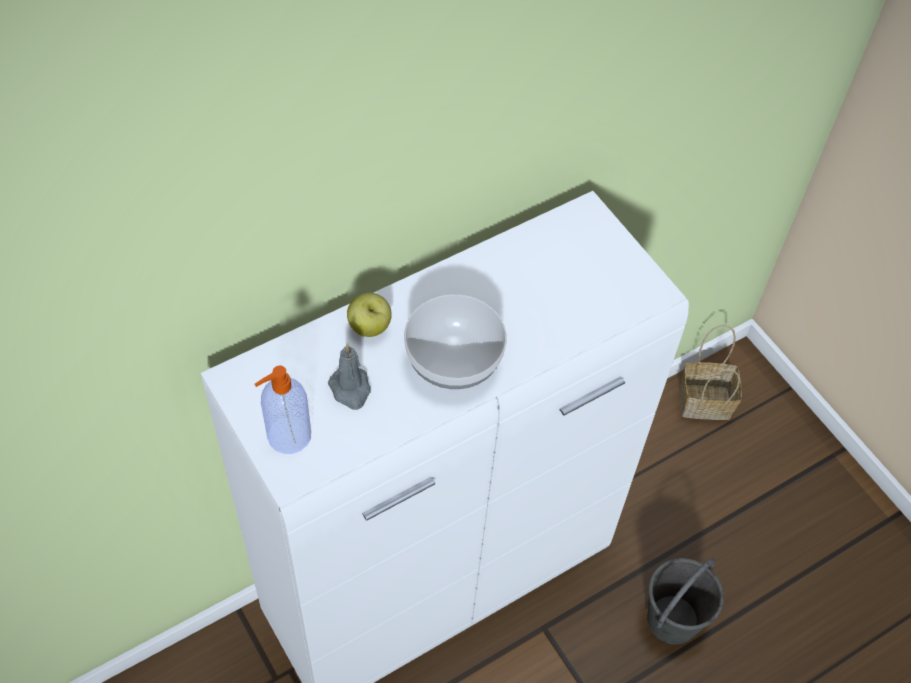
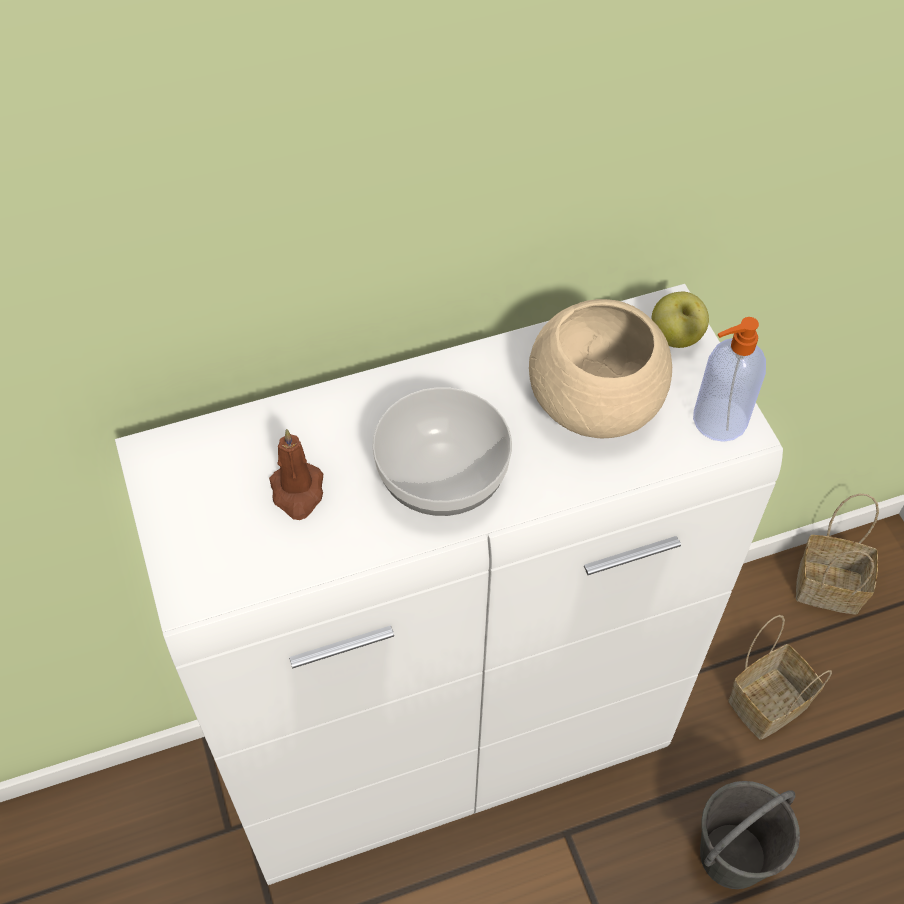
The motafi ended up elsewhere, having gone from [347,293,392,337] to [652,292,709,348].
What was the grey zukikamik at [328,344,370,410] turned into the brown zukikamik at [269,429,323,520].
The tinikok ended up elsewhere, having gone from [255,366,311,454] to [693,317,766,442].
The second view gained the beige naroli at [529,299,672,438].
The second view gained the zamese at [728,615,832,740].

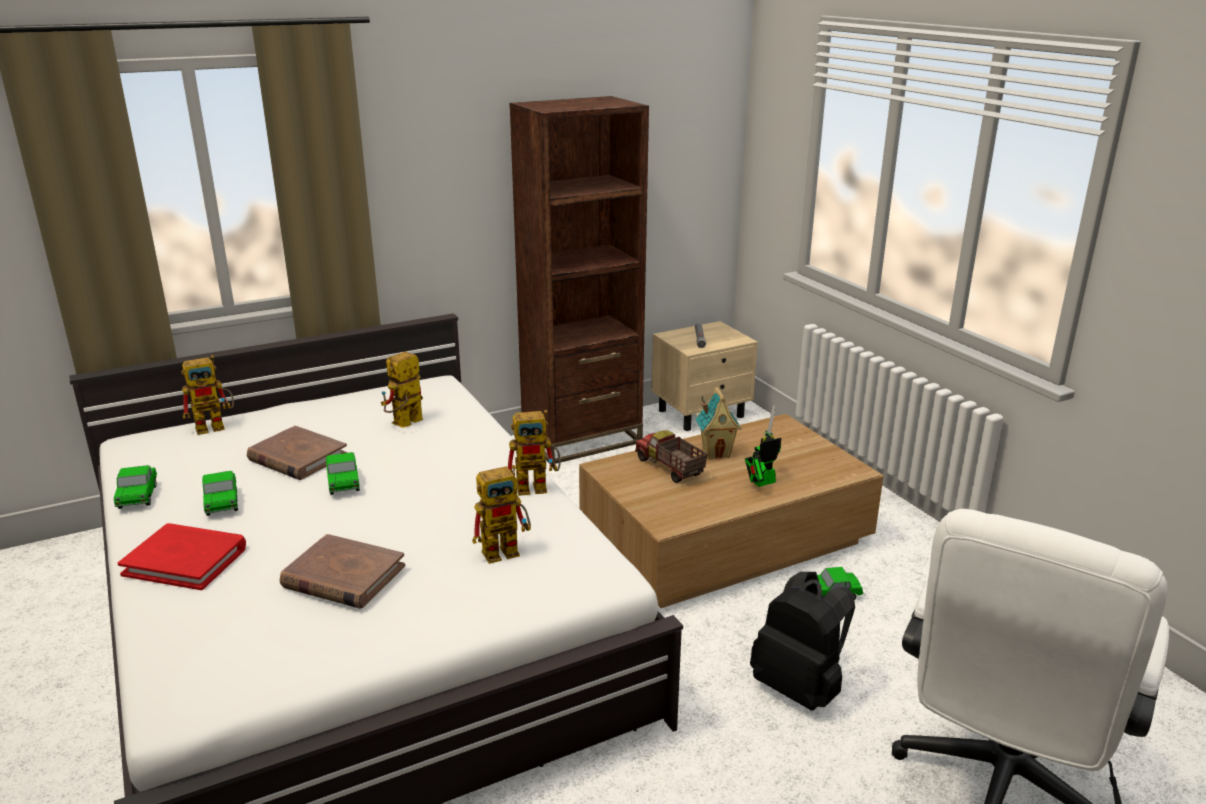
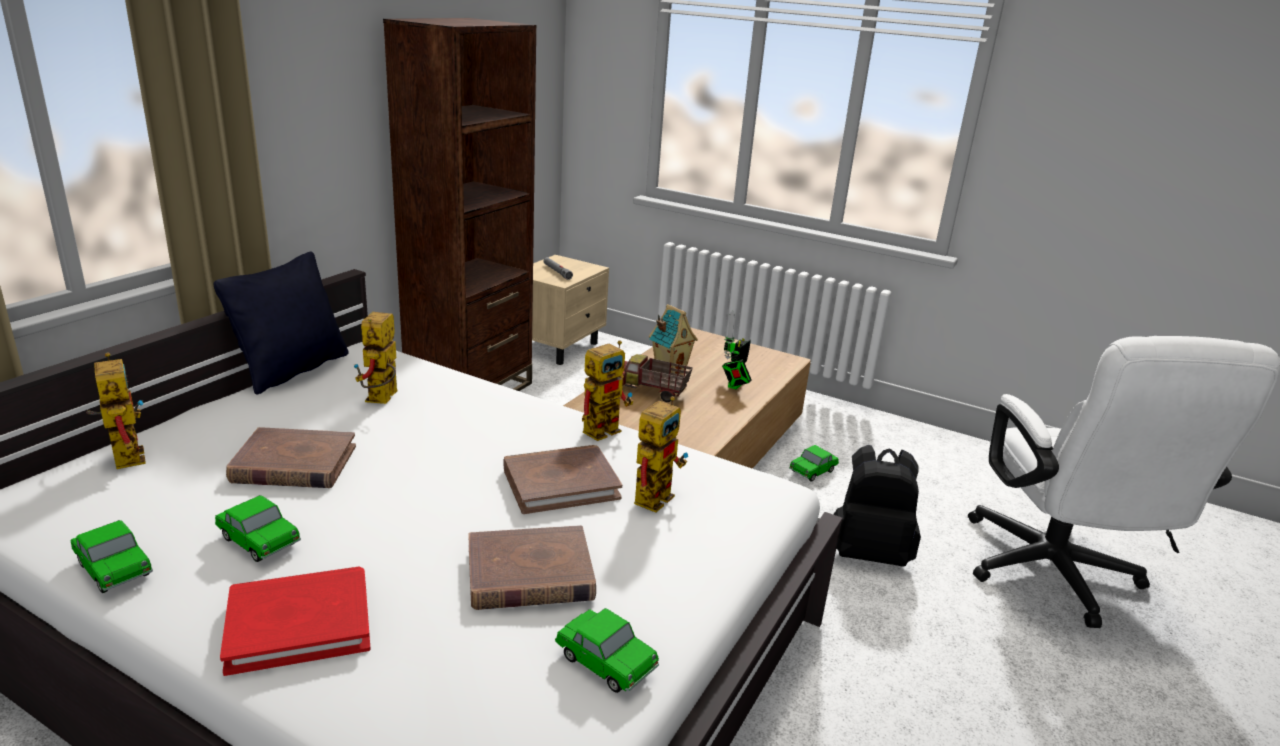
The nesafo at [181,355,234,435] ended up facing another way, 60 degrees counterclockwise from before.
The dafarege ended up elsewhere, having gone from [326,452,360,495] to [555,608,659,693].
The second view gained the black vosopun at [214,252,349,395].
The second view gained the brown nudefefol at [503,445,622,514].

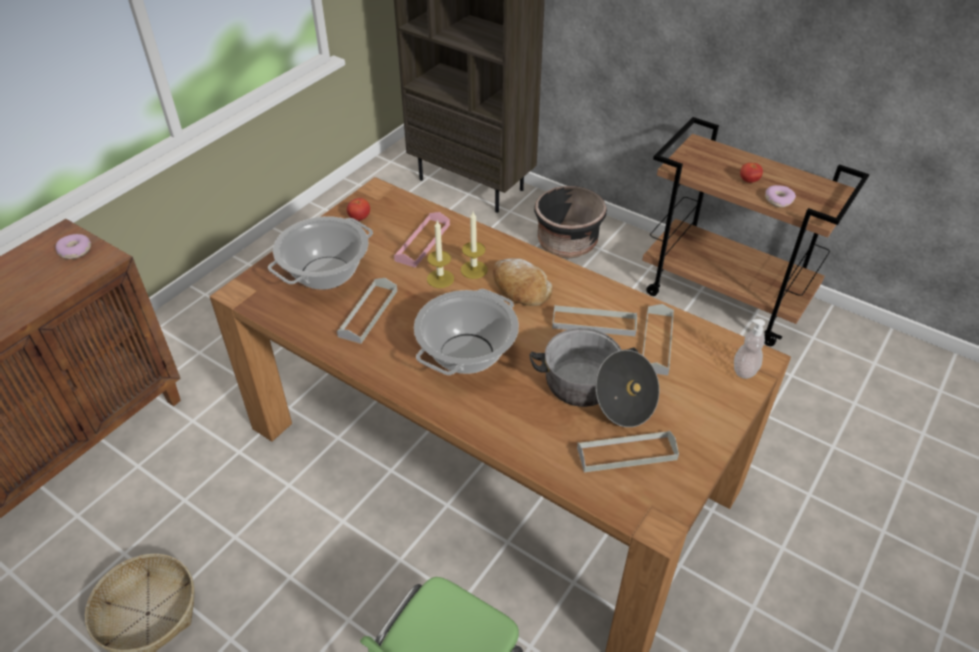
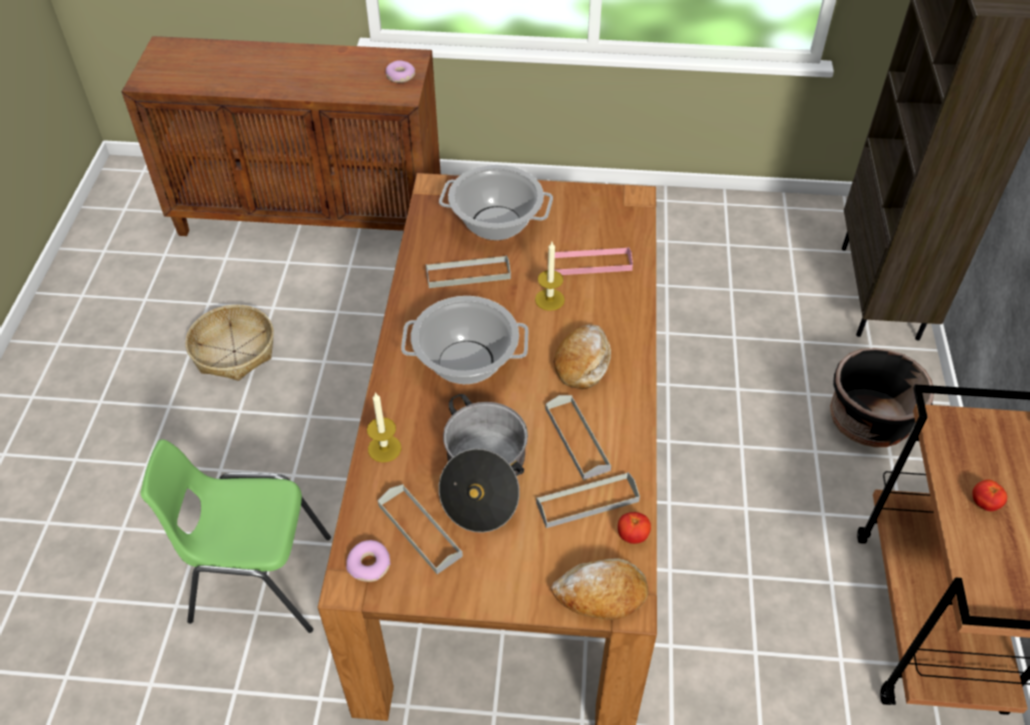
The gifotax ended up elsewhere, having gone from [765,185,796,208] to [346,540,391,582].
The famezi ended up elsewhere, having gone from [347,198,370,221] to [618,512,651,544].
The zukikamik ended up elsewhere, having gone from [461,212,488,279] to [367,392,401,462].
Where the tinikok stood at [734,319,765,379], the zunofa came to stand at [551,558,648,620].

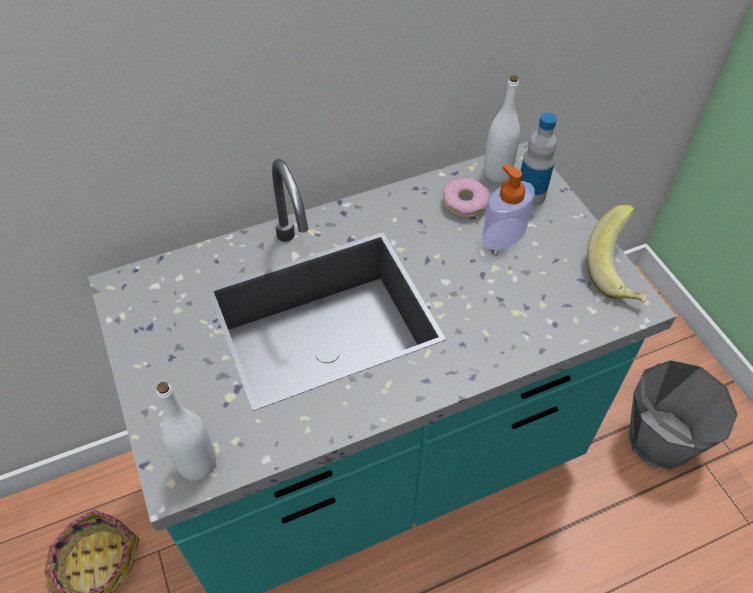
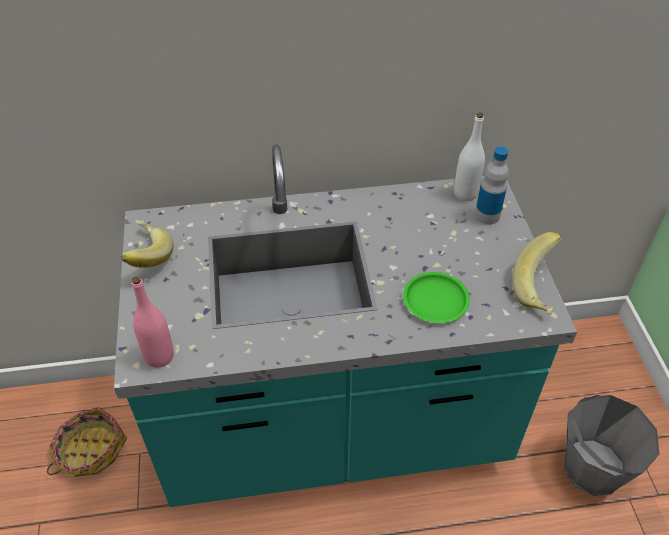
The second view lost the tinikok at [482,164,535,250].
The second view lost the gifotax at [443,178,490,218].
What was the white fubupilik at [157,382,216,481] turned into the pink fubupilik at [132,276,174,368].
The second view gained the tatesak at [121,220,174,268].
The second view gained the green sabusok at [403,272,470,323].

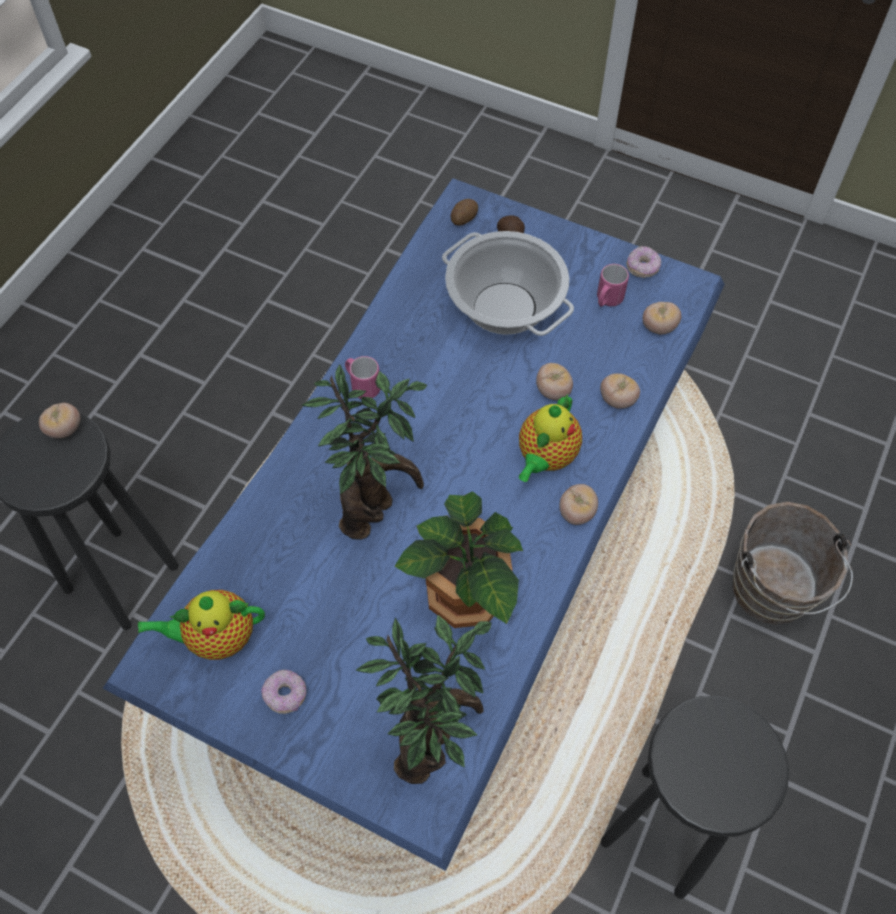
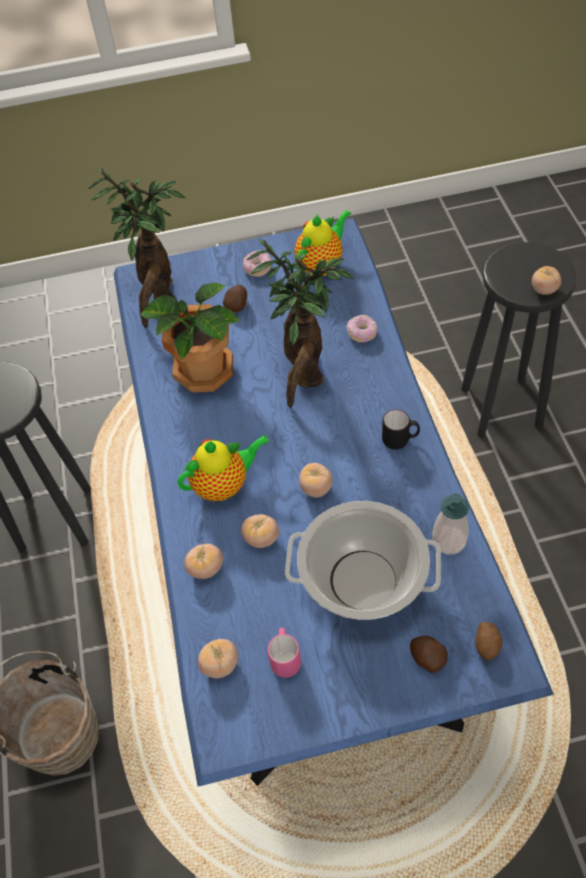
The gifotax ended up elsewhere, having gone from [626,246,661,278] to [347,315,378,343].
What was the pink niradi at [345,356,380,399] turned into the black niradi at [382,410,420,449].
The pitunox at [519,394,582,482] ended up facing another way, 75 degrees clockwise from before.
The famezi ended up elsewhere, having gone from [559,484,598,525] to [299,463,333,498].
The second view gained the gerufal at [223,285,247,312].
The second view gained the tinikok at [432,493,469,554].

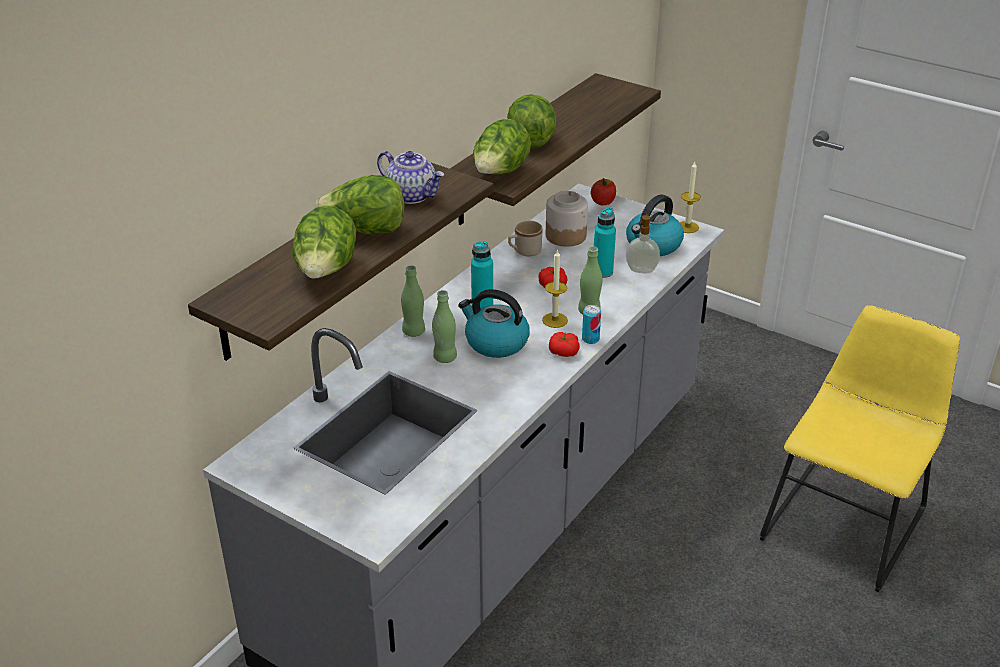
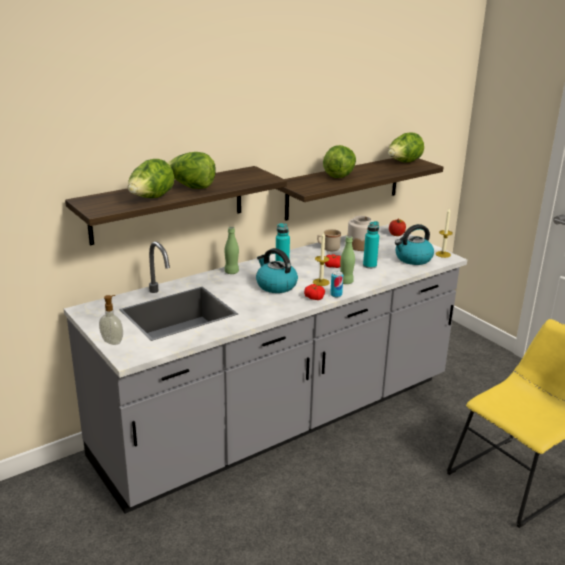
The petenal ended up elsewhere, having gone from [473,119,531,175] to [388,132,424,162].
The second view lost the pitunox at [377,151,444,204].
The tinikok ended up elsewhere, having gone from [626,214,660,273] to [99,295,123,345].
The second view lost the green fubupilik at [432,290,457,363].

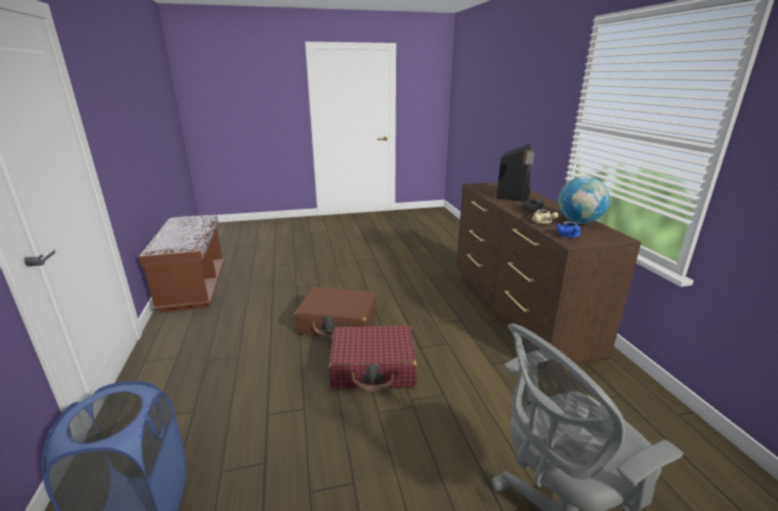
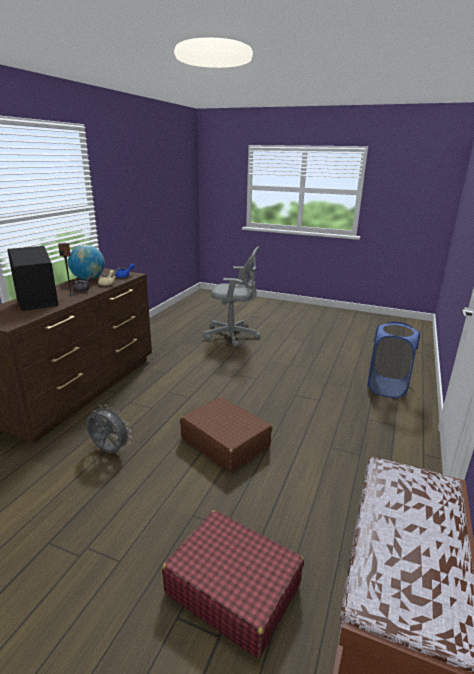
The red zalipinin ended up elsewhere, having gone from [329,326,417,392] to [162,510,304,658].
The second view gained the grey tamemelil at [86,405,132,453].

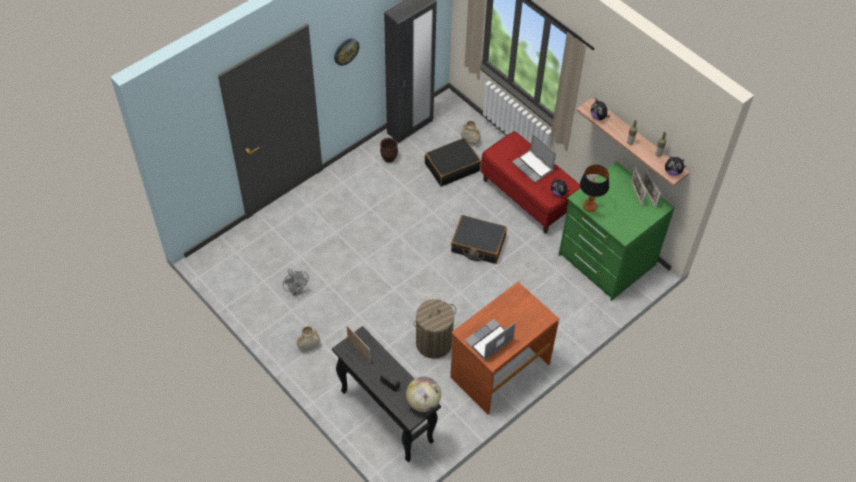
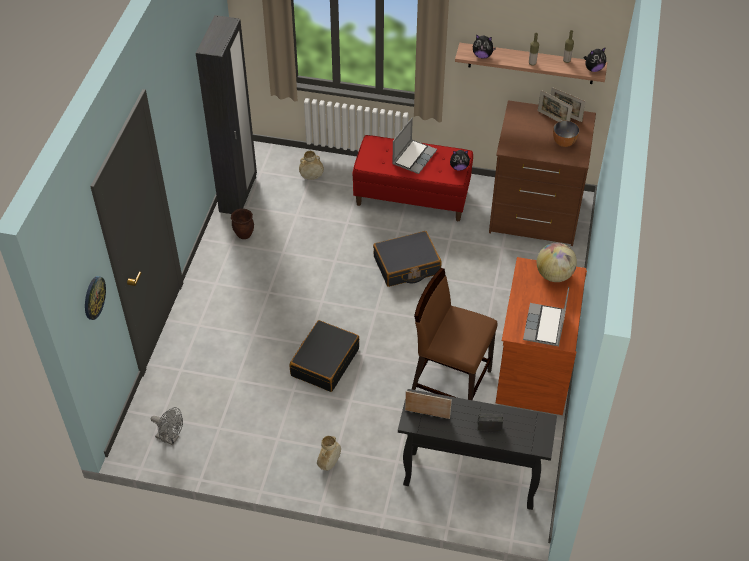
The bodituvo ended up elsewhere, having gone from [334,38,359,66] to [85,276,106,320].
The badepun at [512,133,556,183] ended up facing another way, 75 degrees counterclockwise from before.
The black zalipinin ended up elsewhere, having gone from [425,138,481,186] to [290,320,359,392].
What was the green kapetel at [558,161,675,301] turned into the brown kapetel at [489,100,596,246].
The second view lost the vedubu at [580,165,609,212].
The grey tamemelil ended up elsewhere, having gone from [283,269,309,296] to [151,407,183,445].
Where the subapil stood at [413,299,456,359], the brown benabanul came to stand at [412,268,498,400].
The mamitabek ended up elsewhere, having gone from [406,376,441,412] to [537,243,577,282].
The second view gained the naroli at [553,121,580,147].

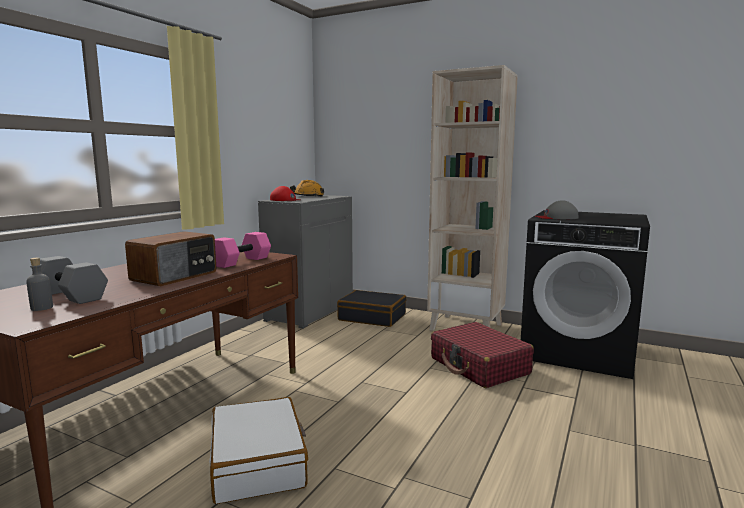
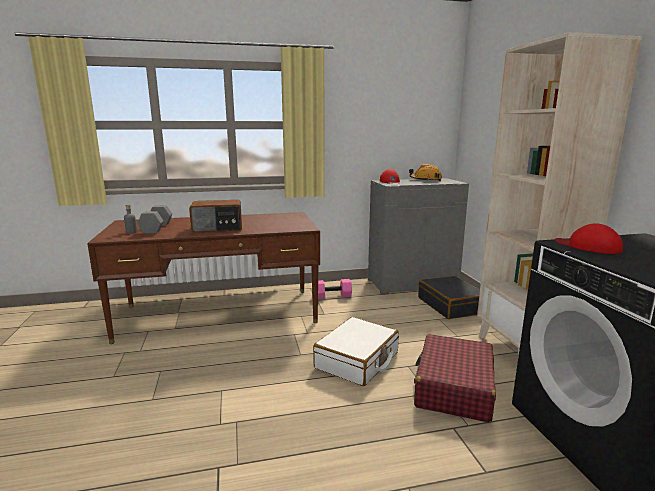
What was the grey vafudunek at [535,200,578,219] turned into the red vafudunek at [555,223,623,254].
The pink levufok ended up elsewhere, having gone from [215,232,271,268] to [318,279,352,299].
The white zalipinin ended up elsewhere, having gone from [209,397,308,504] to [313,317,399,386].

